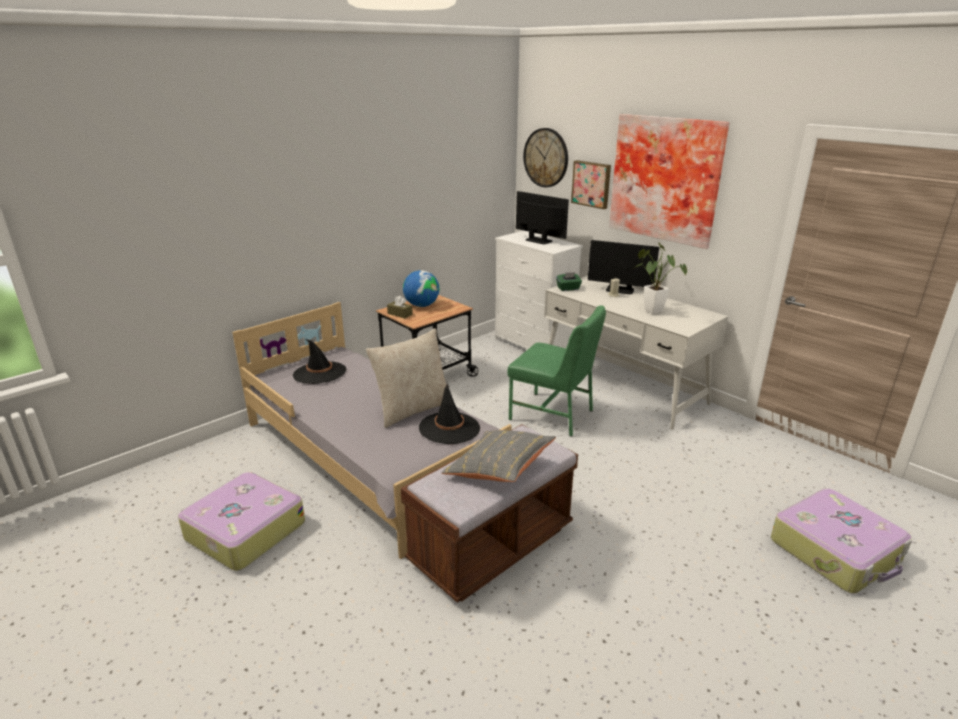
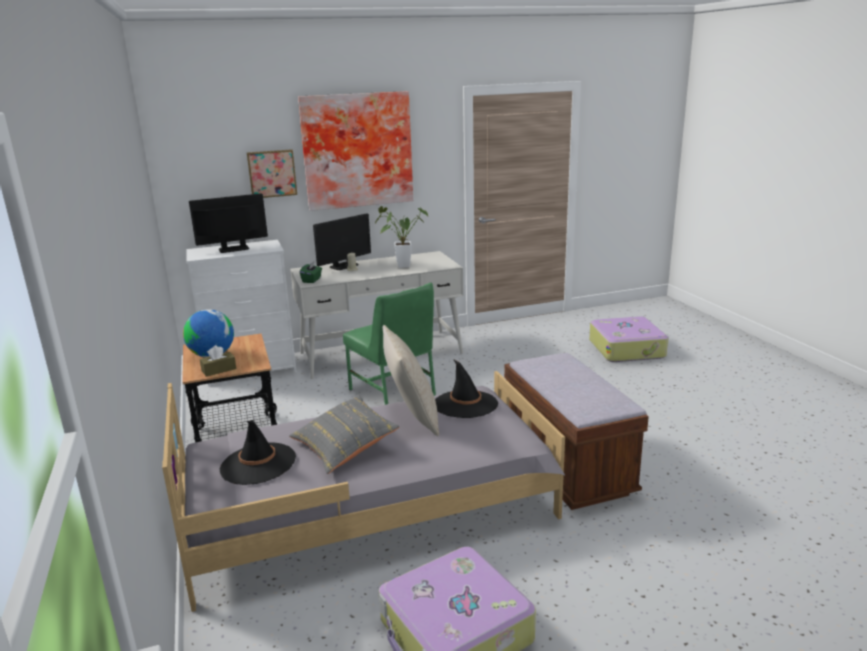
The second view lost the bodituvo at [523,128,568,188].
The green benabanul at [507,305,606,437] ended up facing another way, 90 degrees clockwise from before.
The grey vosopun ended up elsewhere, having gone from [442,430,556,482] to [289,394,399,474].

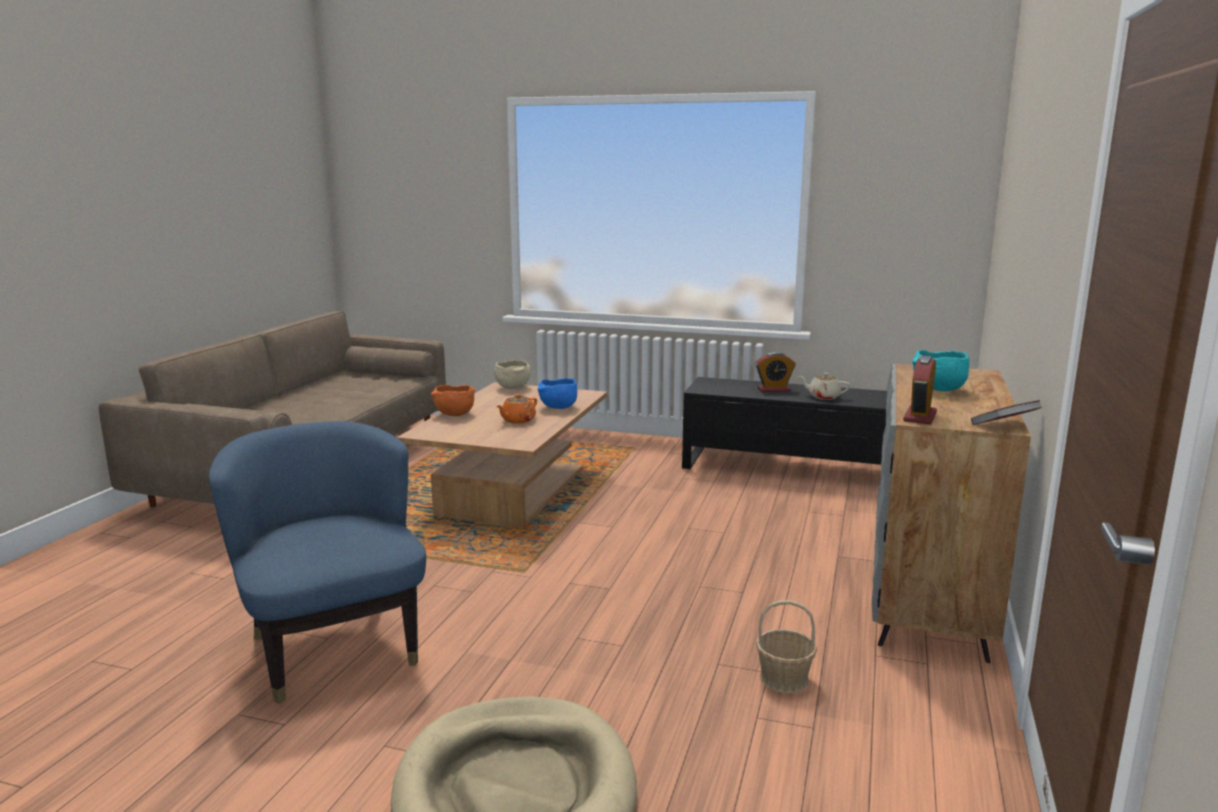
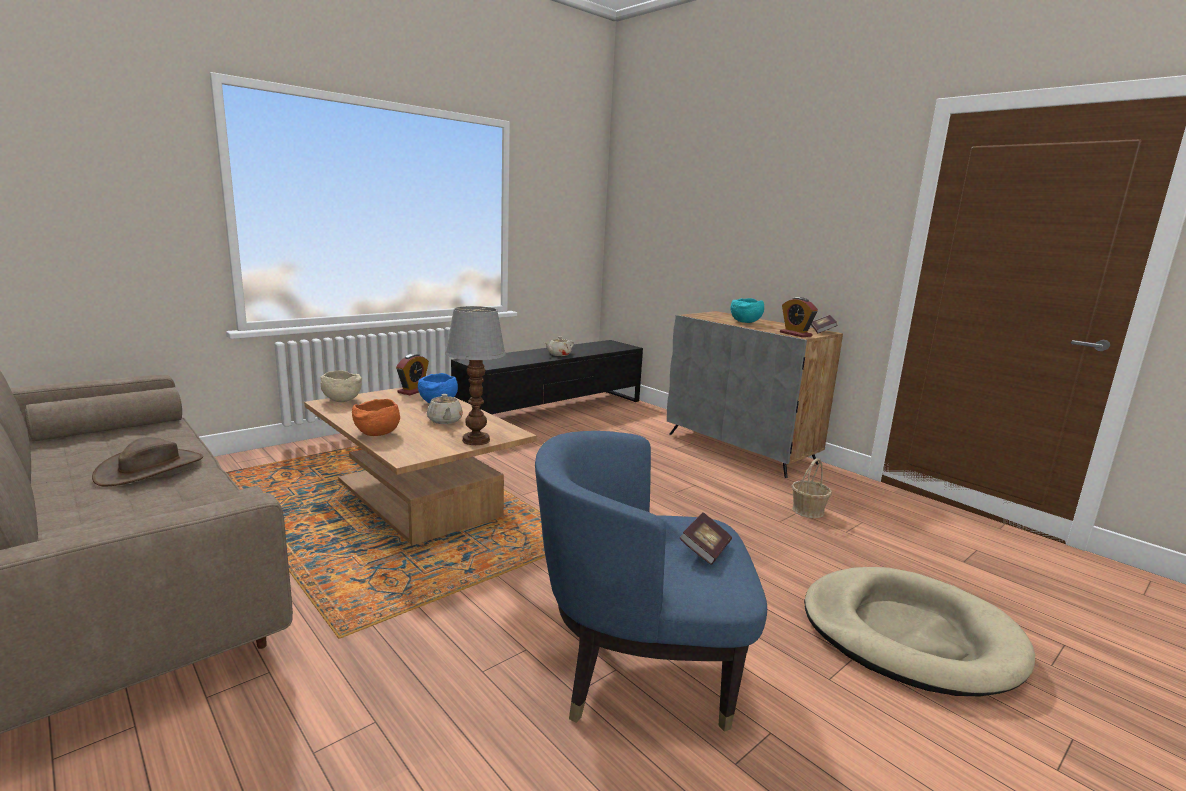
The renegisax ended up elsewhere, having gone from [755,352,795,392] to [396,354,429,395].
What was the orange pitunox at [497,394,537,424] turned into the beige pitunox at [427,394,463,424].
The second view gained the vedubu at [445,306,506,445].
The second view gained the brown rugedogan at [92,437,203,486].
The second view gained the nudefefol at [679,512,732,565].

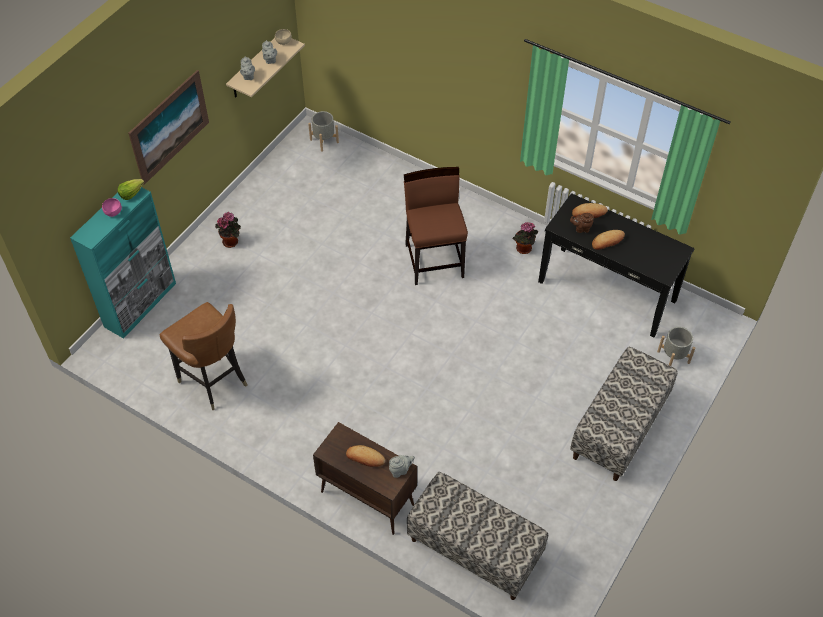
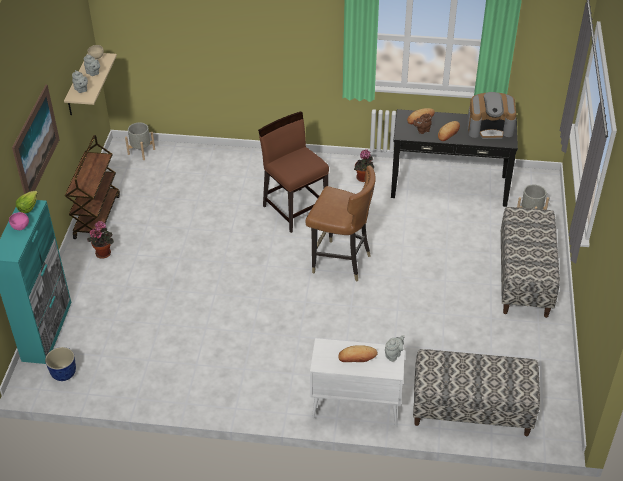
The brown benabanul ended up elsewhere, having gone from [160,302,248,410] to [305,165,376,282].
What was the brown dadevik at [313,422,417,535] turned into the white dadevik at [310,338,405,427].
The second view gained the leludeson at [467,92,516,139].
The second view gained the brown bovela at [65,135,120,239].
The second view gained the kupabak at [45,347,76,381].

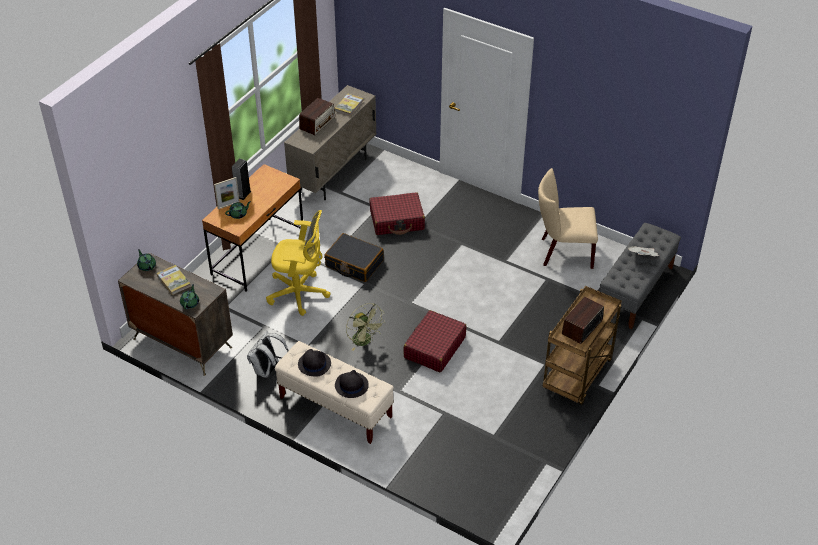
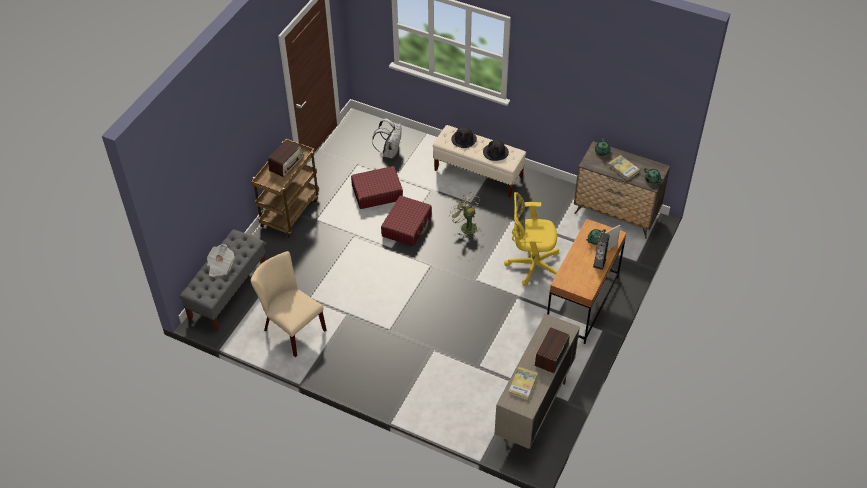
The beige benabanul at [538,168,598,269] ended up facing another way, 135 degrees counterclockwise from before.
The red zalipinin ended up elsewhere, having gone from [369,192,425,235] to [351,166,403,209].
The second view lost the black zalipinin at [324,233,384,282].
The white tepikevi ended up elsewhere, having gone from [247,331,288,378] to [372,119,401,159].

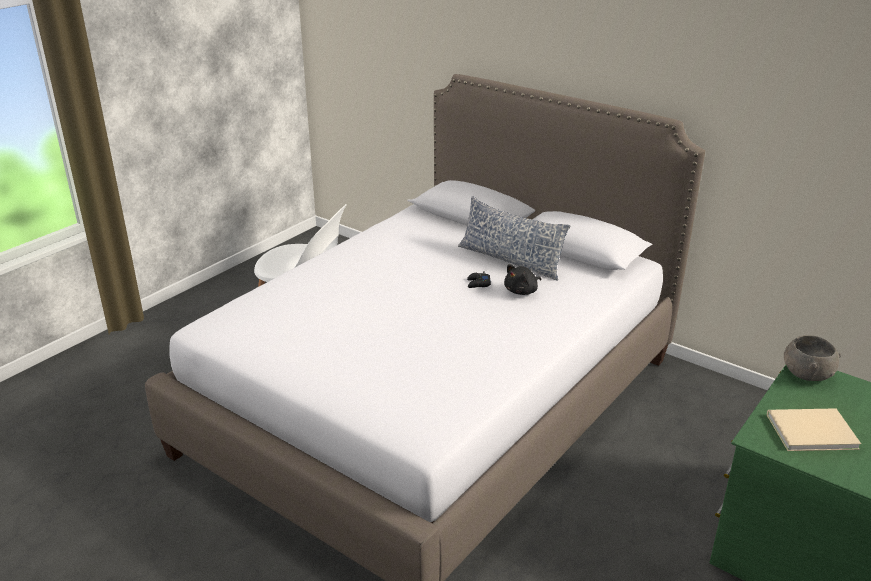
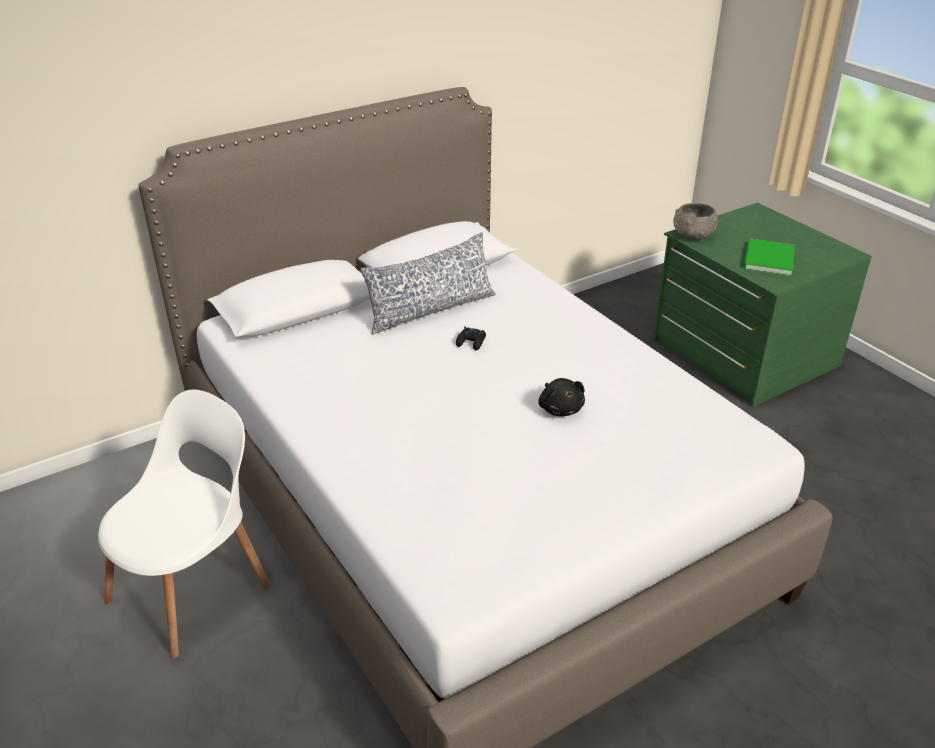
The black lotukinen ended up elsewhere, having gone from [504,264,542,295] to [538,378,585,416].
What was the beige nudefefol at [767,408,861,451] turned into the green nudefefol at [744,239,795,276].

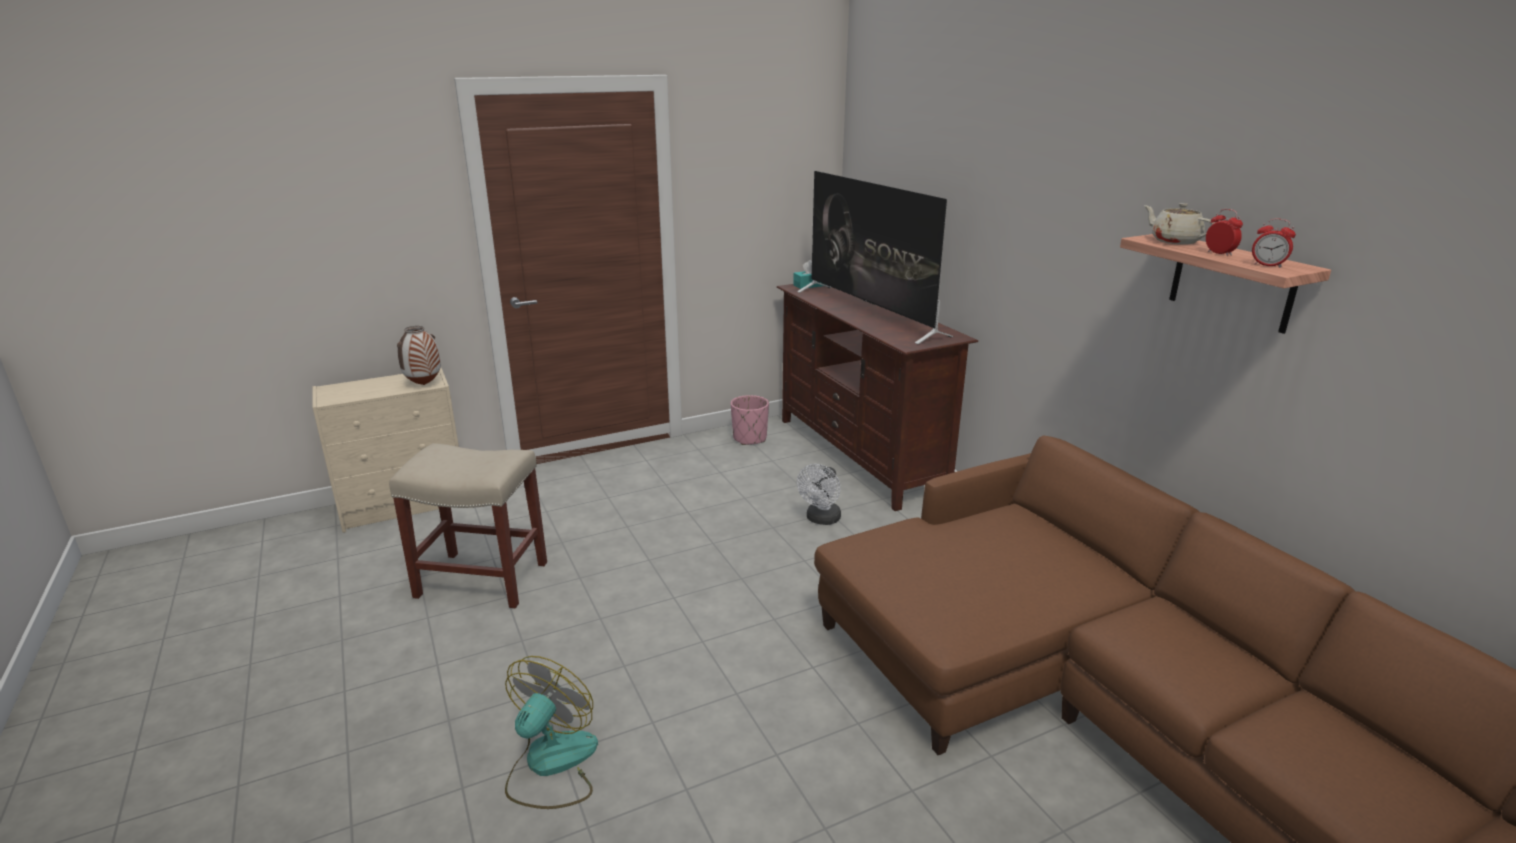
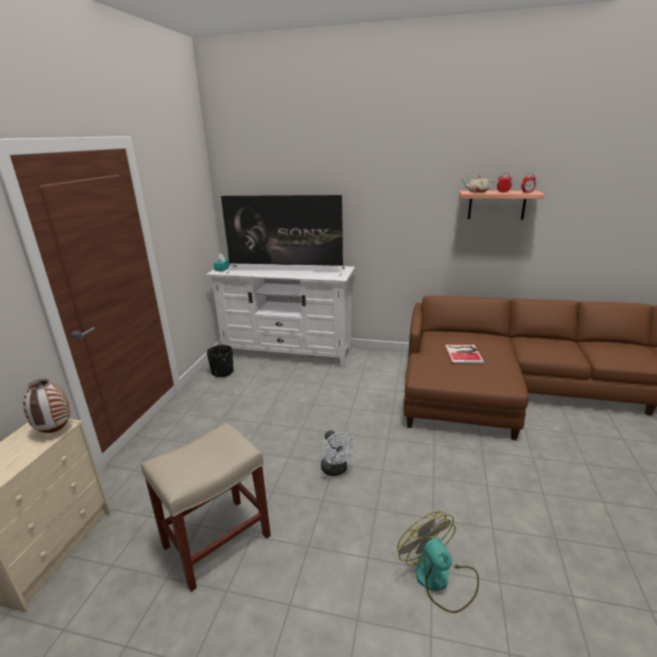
What was the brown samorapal at [777,284,978,511] turned into the white samorapal at [206,264,355,368].
What was the pink kupabak at [731,395,769,445] turned into the black kupabak at [207,345,234,378].
The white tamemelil ended up elsewhere, having gone from [797,464,841,525] to [321,430,356,476].
The second view gained the nudefefol at [445,345,484,364].

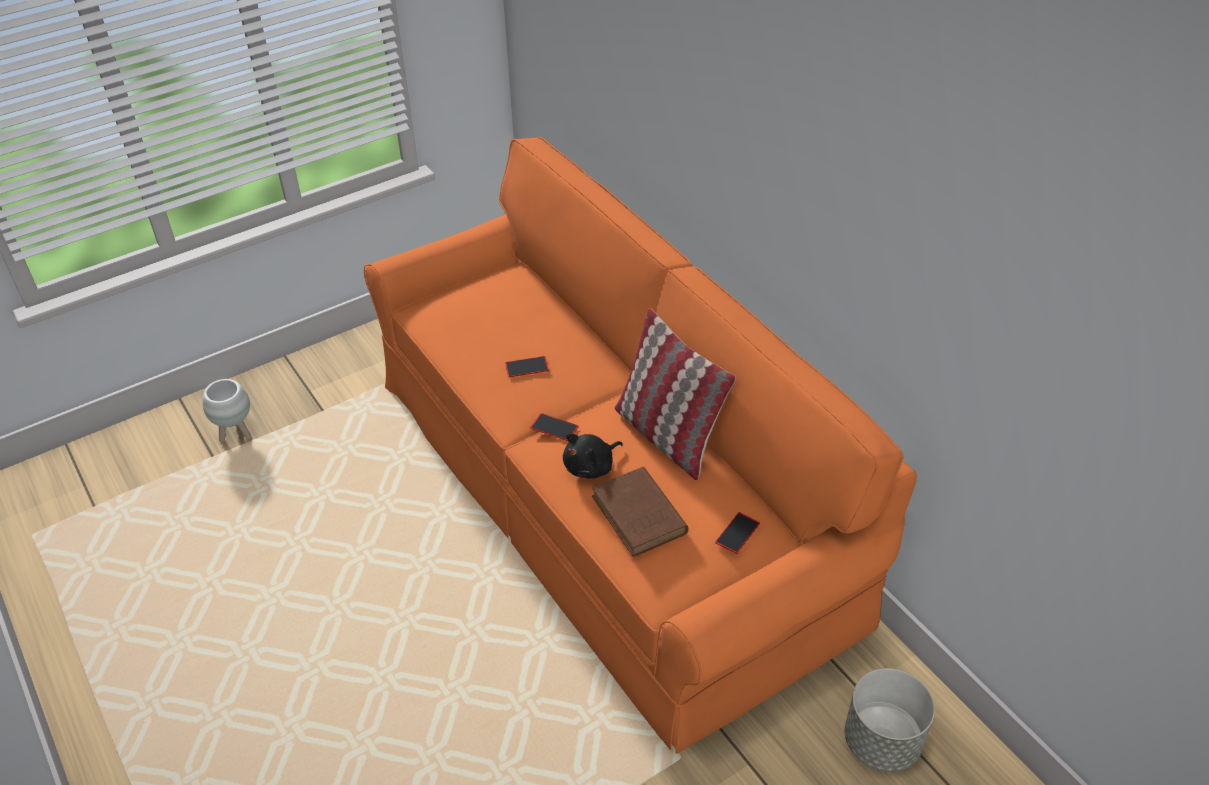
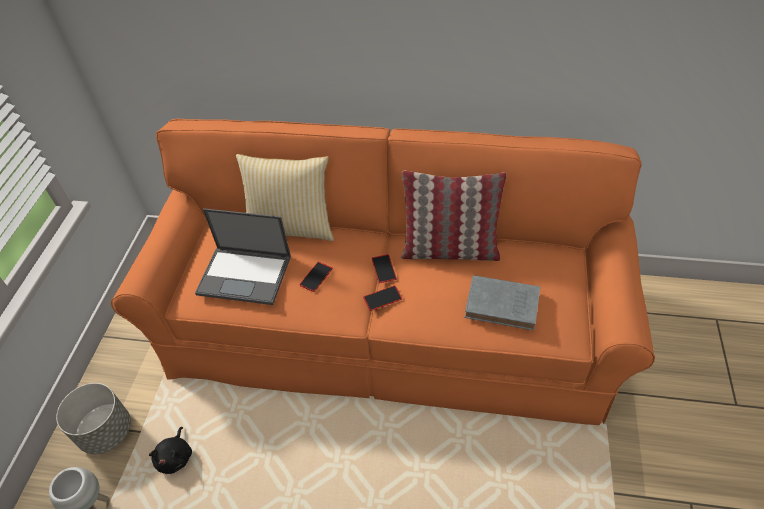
The black lotukinen ended up elsewhere, having gone from [563,433,623,479] to [149,427,192,474].
What was the brown nudefefol at [592,467,688,557] turned into the grey nudefefol at [465,275,540,330].
The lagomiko ended up elsewhere, having gone from [715,512,760,554] to [372,254,397,283].
The grey kupabak ended up elsewhere, having gone from [844,668,935,772] to [56,383,131,454].
The second view gained the vosopun at [236,154,334,241].
The second view gained the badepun at [195,208,291,305].

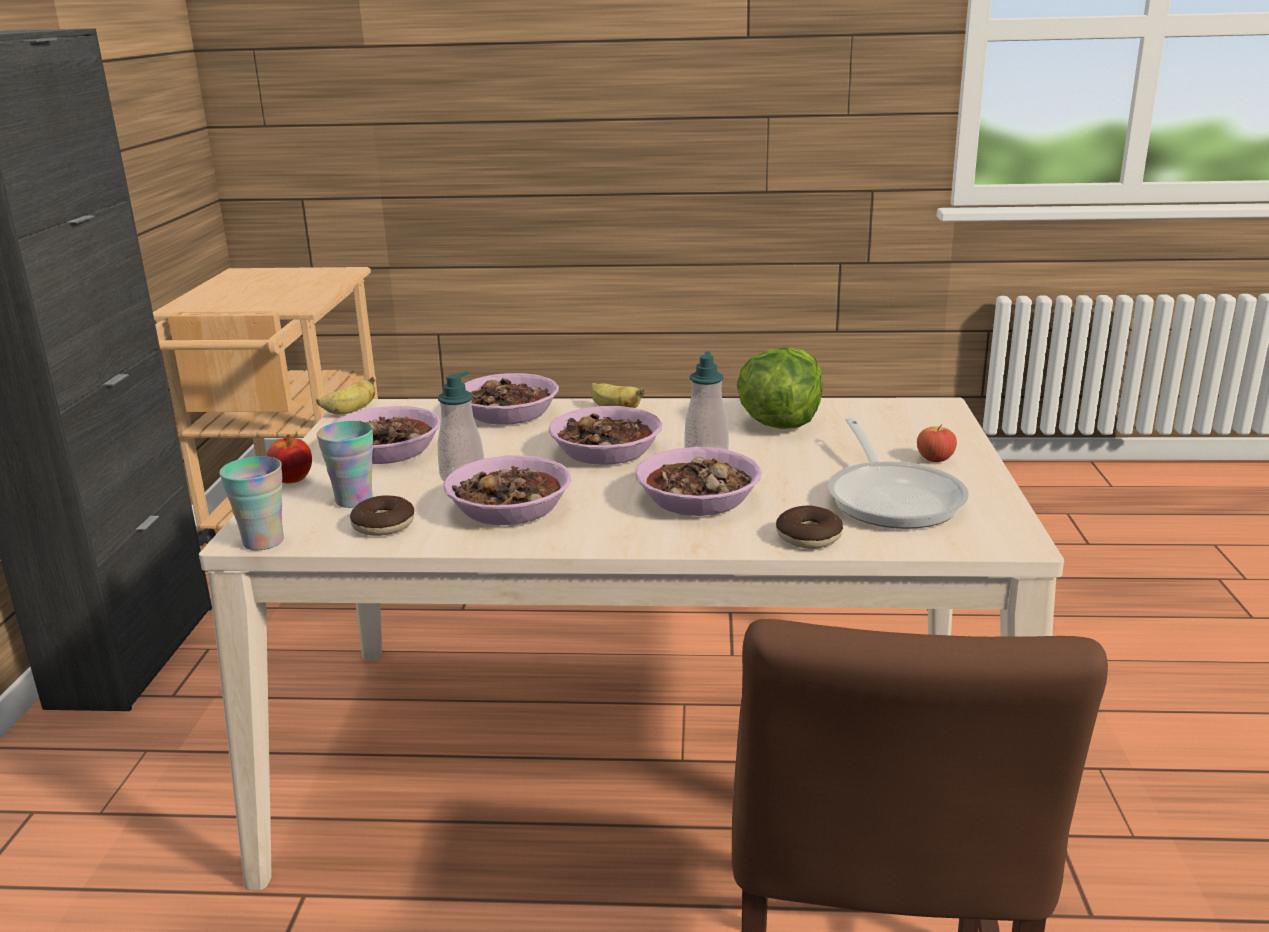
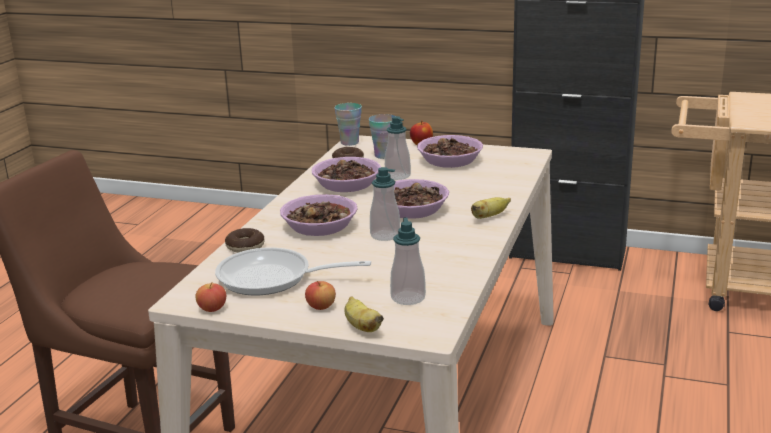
The second view lost the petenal at [737,347,823,429].
The second view lost the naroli at [464,373,559,425].
The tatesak ended up elsewhere, having gone from [316,376,375,415] to [345,296,384,332].
The second view gained the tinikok at [390,217,426,305].
The second view gained the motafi at [195,282,226,312].

